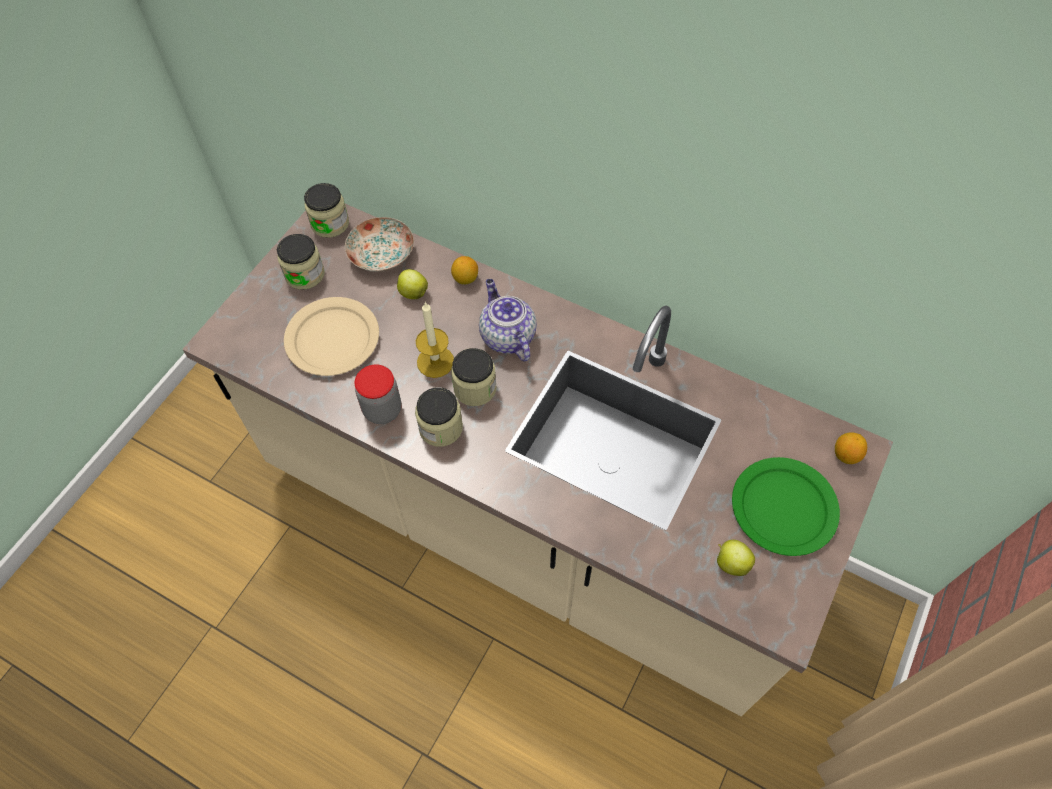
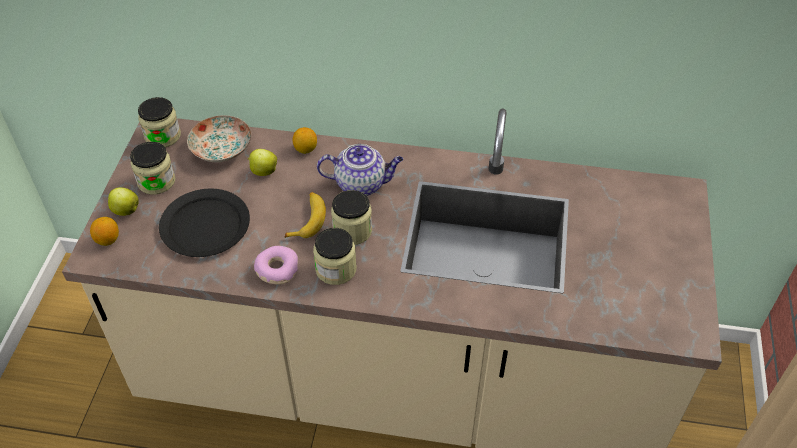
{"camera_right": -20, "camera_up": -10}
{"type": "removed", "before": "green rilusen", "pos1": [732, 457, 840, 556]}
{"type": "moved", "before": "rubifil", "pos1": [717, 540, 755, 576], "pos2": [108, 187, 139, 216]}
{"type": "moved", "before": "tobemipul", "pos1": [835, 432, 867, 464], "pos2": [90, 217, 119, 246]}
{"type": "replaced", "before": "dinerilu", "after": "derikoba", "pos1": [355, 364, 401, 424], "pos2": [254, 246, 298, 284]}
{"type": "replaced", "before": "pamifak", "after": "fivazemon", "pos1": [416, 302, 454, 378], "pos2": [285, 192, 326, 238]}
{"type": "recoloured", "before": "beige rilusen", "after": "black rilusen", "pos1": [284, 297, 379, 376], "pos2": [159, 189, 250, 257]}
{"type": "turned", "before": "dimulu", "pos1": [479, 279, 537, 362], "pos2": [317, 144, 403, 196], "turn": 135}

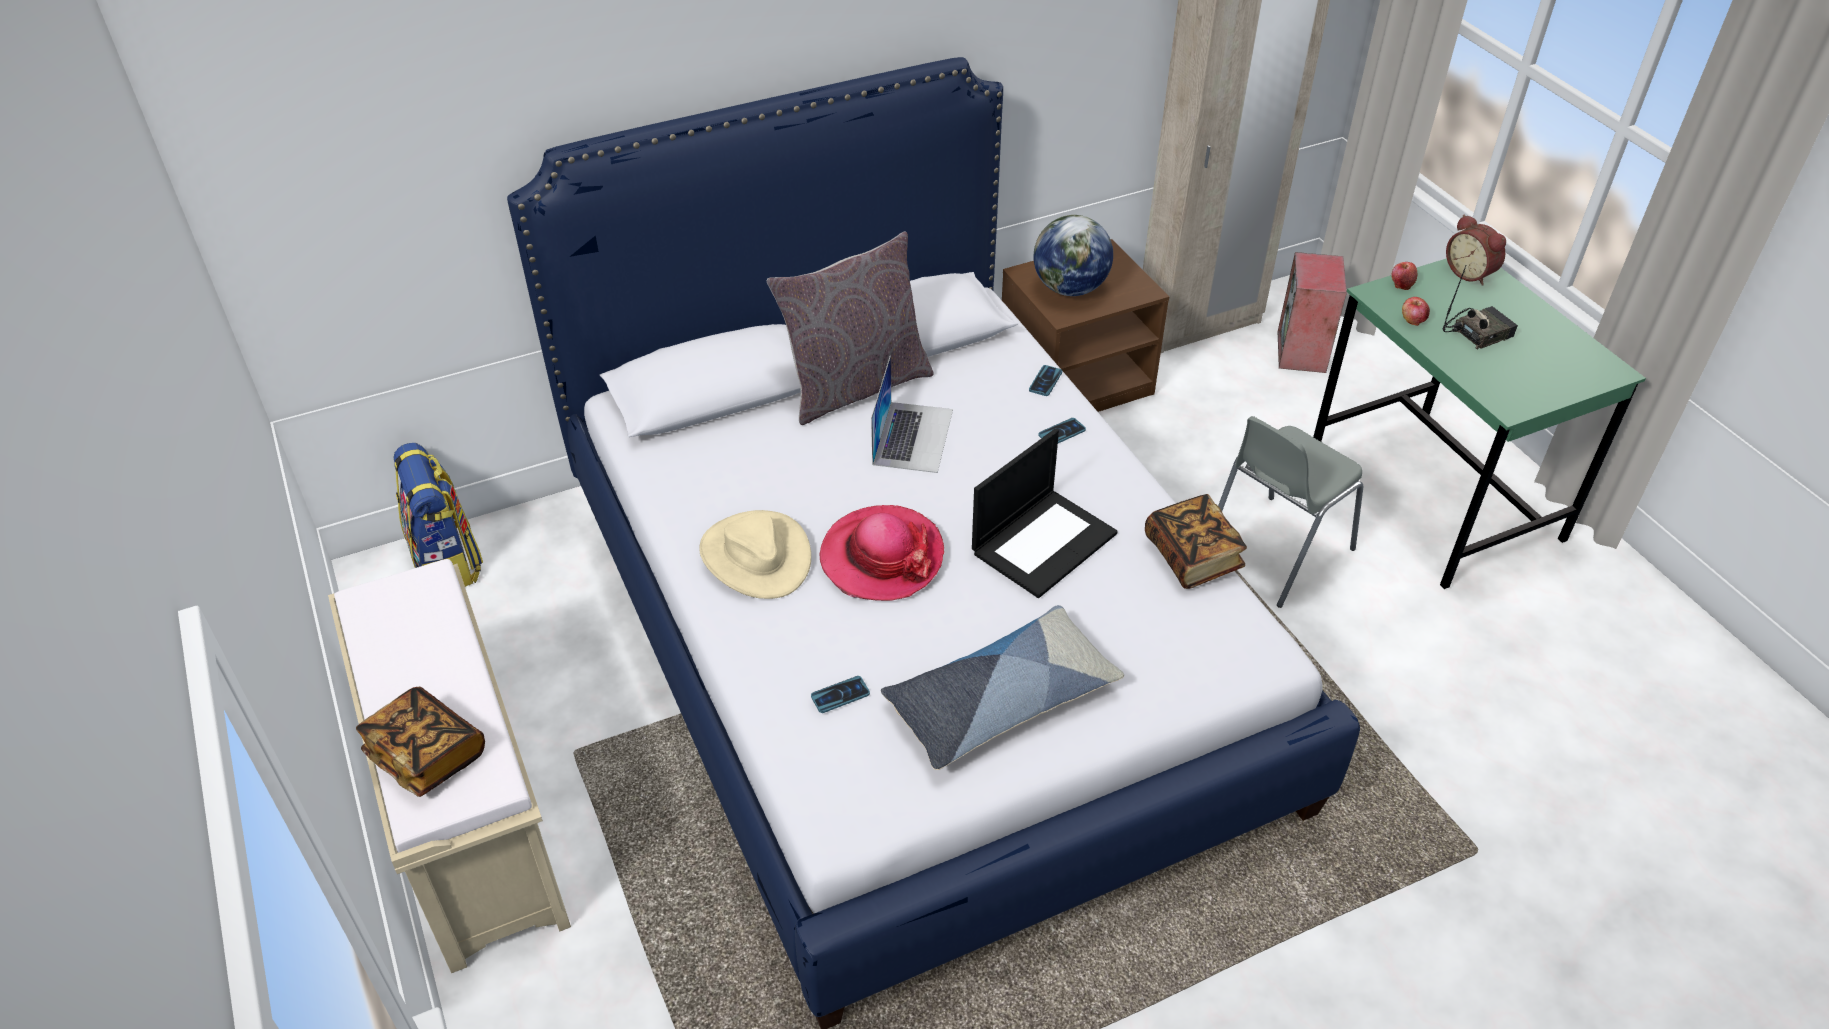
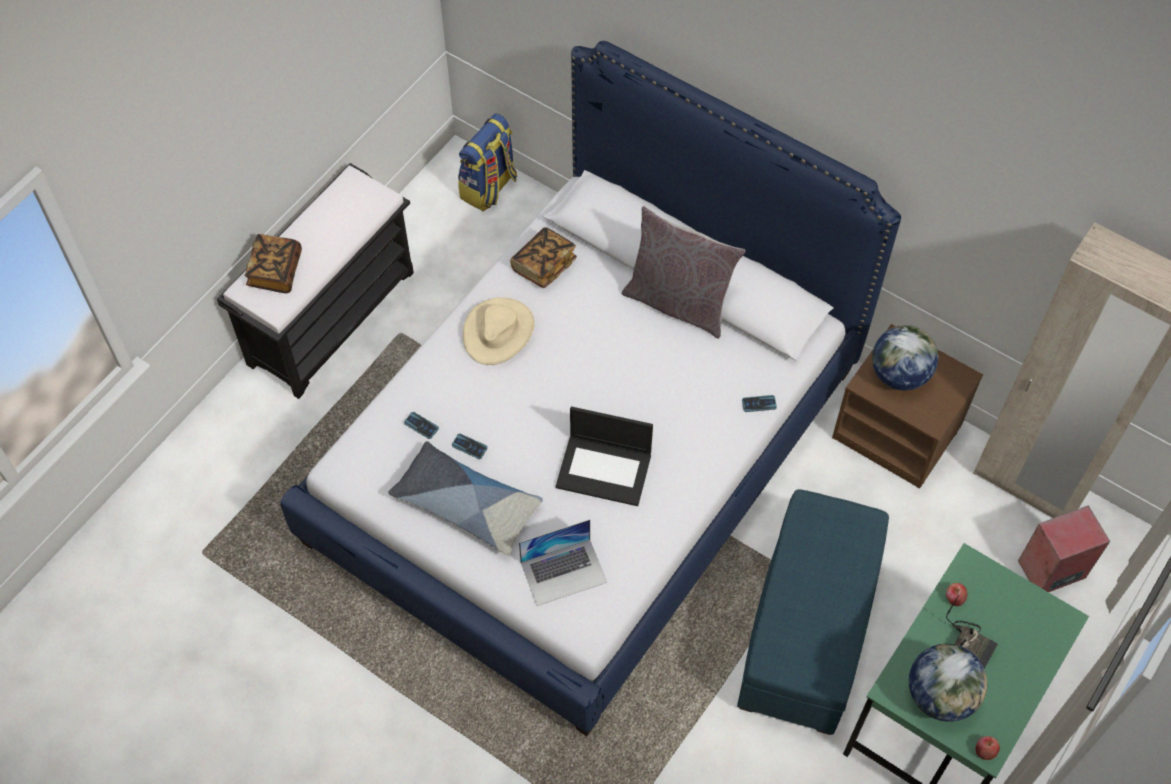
{"camera_right": 60, "camera_up": 15}
{"type": "removed", "before": "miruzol", "pos1": [820, 505, 944, 601]}
{"type": "removed", "before": "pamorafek", "pos1": [1446, 215, 1506, 286]}
{"type": "added", "after": "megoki", "pos2": [909, 644, 987, 722]}
{"type": "moved", "before": "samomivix", "pos1": [871, 356, 953, 473], "pos2": [519, 519, 607, 606]}
{"type": "moved", "before": "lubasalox", "pos1": [1038, 418, 1086, 443], "pos2": [452, 434, 488, 459]}
{"type": "moved", "before": "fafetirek", "pos1": [1145, 494, 1247, 589], "pos2": [510, 227, 577, 288]}
{"type": "moved", "before": "rubifil", "pos1": [1391, 262, 1417, 290], "pos2": [975, 736, 1000, 760]}
{"type": "replaced", "before": "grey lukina", "after": "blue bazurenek", "pos1": [1218, 416, 1363, 608], "pos2": [737, 489, 889, 735]}
{"type": "recoloured", "before": "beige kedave", "after": "black kedave", "pos1": [328, 559, 571, 973], "pos2": [217, 163, 414, 399]}

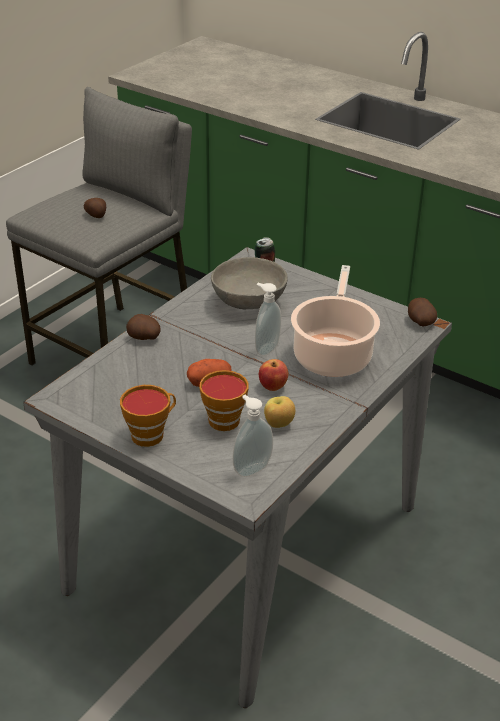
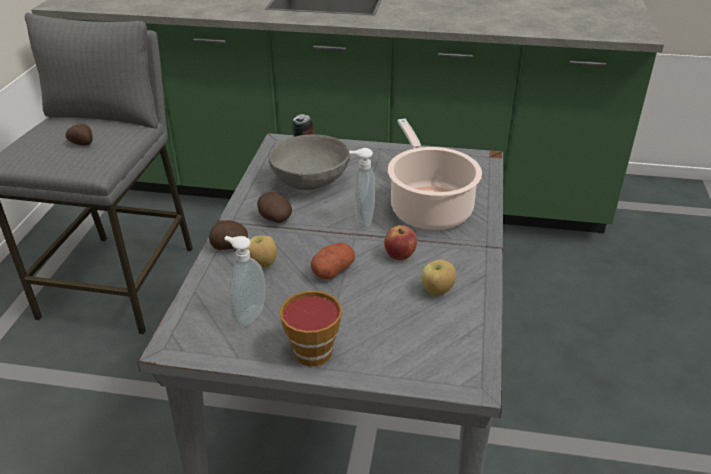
{"camera_right": -25, "camera_up": 0}
{"type": "removed", "before": "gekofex", "pos1": [199, 370, 249, 431]}
{"type": "added", "after": "rubifil", "pos2": [247, 236, 277, 268]}
{"type": "moved", "before": "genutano", "pos1": [233, 395, 273, 477], "pos2": [224, 236, 265, 327]}
{"type": "moved", "before": "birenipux", "pos1": [408, 298, 437, 326], "pos2": [257, 192, 292, 223]}

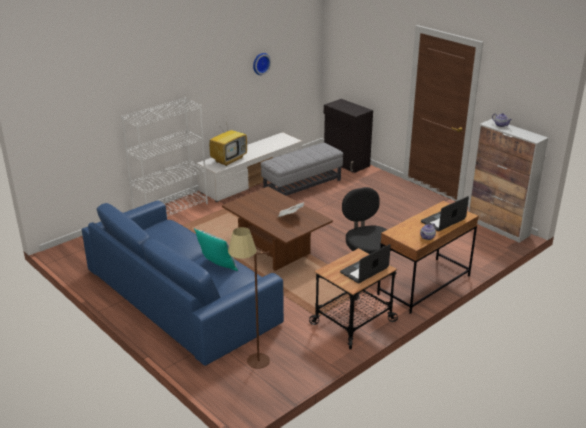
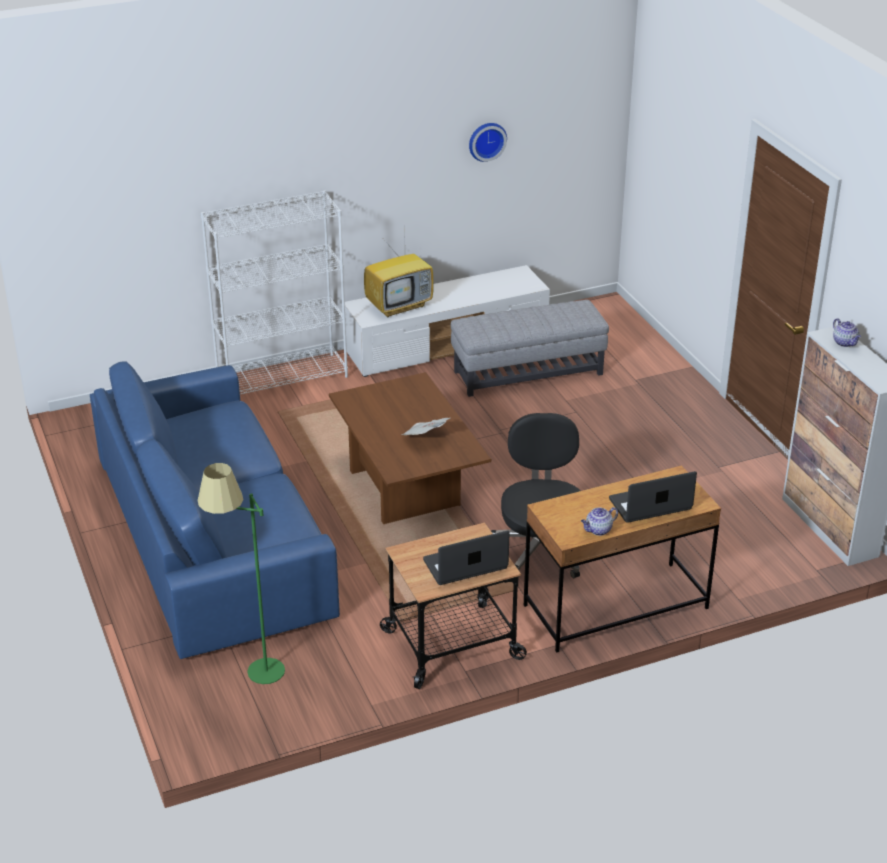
{"camera_right": 20, "camera_up": 5}
{"type": "removed", "before": "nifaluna", "pos1": [194, 228, 238, 271]}
{"type": "removed", "before": "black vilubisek", "pos1": [324, 99, 373, 173]}
{"type": "recoloured", "before": "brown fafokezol", "after": "green fafokezol", "pos1": [228, 227, 270, 369], "pos2": [197, 463, 285, 684]}

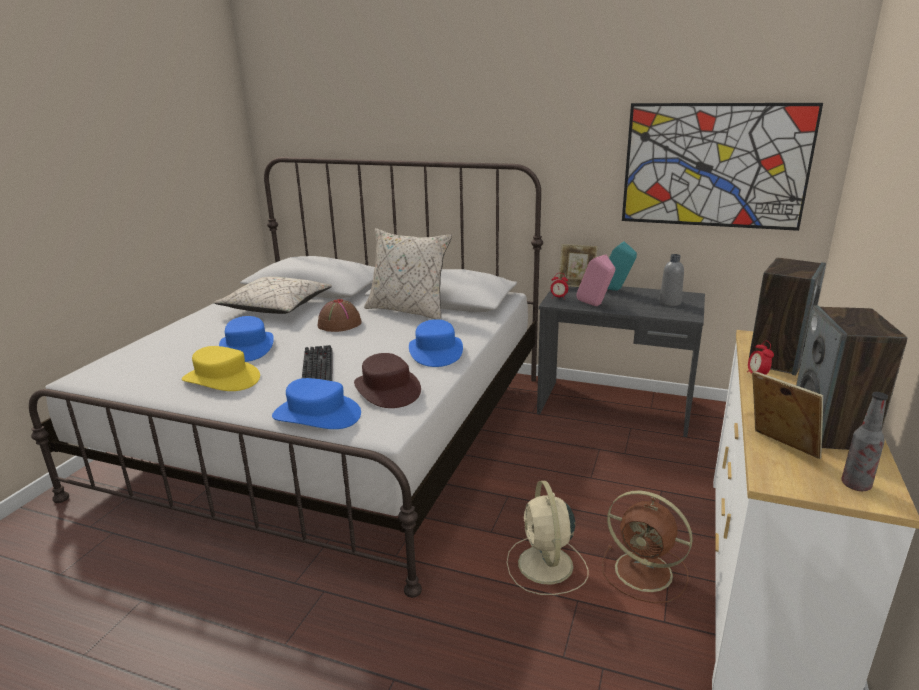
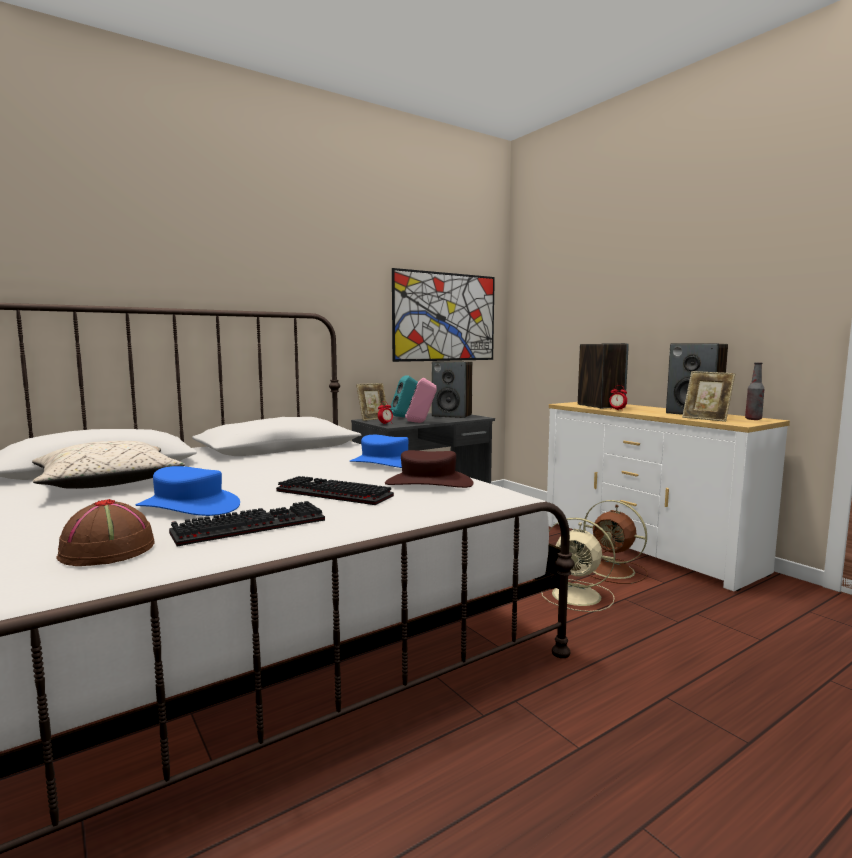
{"camera_right": -55, "camera_up": -15}
{"type": "removed", "before": "blue miruzol", "pos1": [272, 378, 361, 429]}
{"type": "removed", "before": "beige nifaluna", "pos1": [364, 228, 452, 320]}
{"type": "moved", "before": "brown miruzol", "pos1": [318, 299, 362, 332], "pos2": [56, 499, 154, 566]}
{"type": "replaced", "before": "yellow miruzol", "after": "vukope", "pos1": [182, 346, 260, 391], "pos2": [169, 501, 325, 547]}
{"type": "replaced", "before": "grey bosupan", "after": "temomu", "pos1": [659, 254, 684, 306], "pos2": [432, 361, 472, 418]}
{"type": "turned", "before": "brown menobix", "pos1": [602, 491, 693, 603], "pos2": [583, 500, 647, 584], "turn": 60}
{"type": "turned", "before": "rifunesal", "pos1": [752, 371, 823, 459], "pos2": [682, 371, 735, 422], "turn": -135}

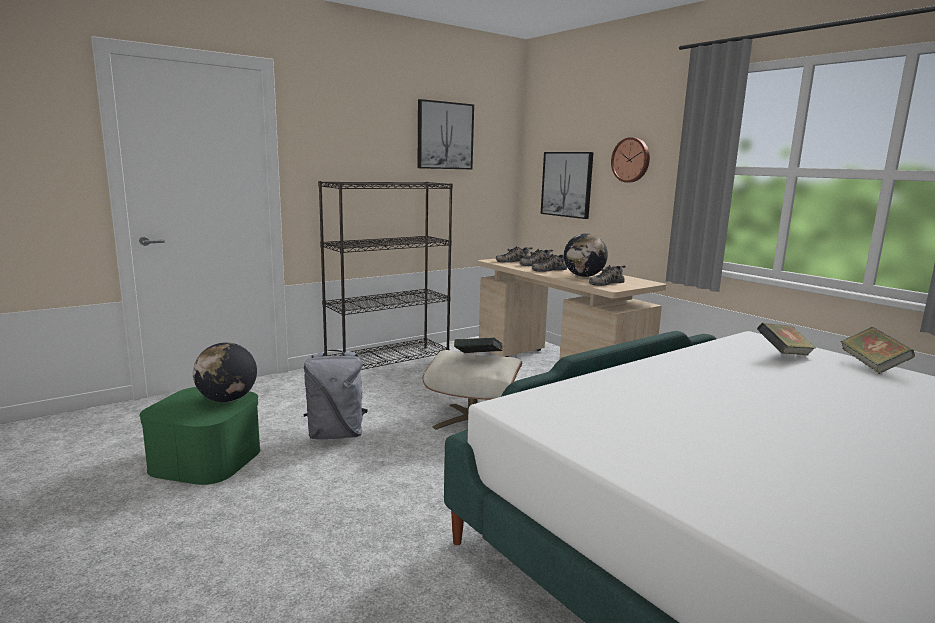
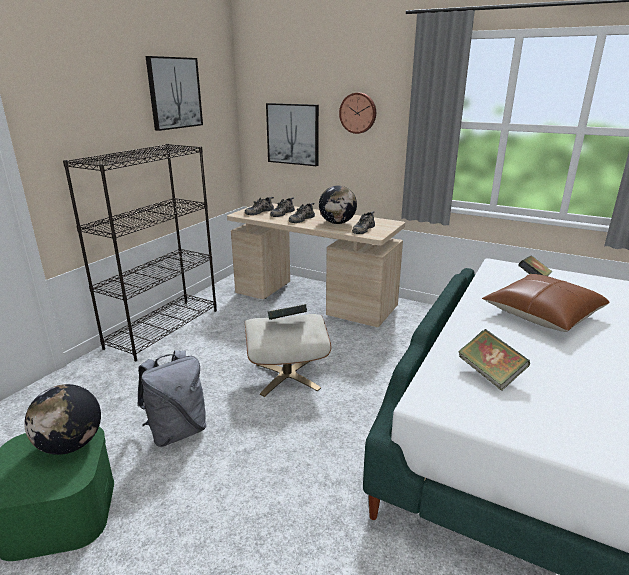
{"camera_right": -25, "camera_up": 10}
{"type": "added", "after": "brown nifaluna", "pos2": [482, 274, 610, 332]}
{"type": "moved", "before": "fafetirek", "pos1": [841, 327, 915, 374], "pos2": [458, 329, 530, 391]}

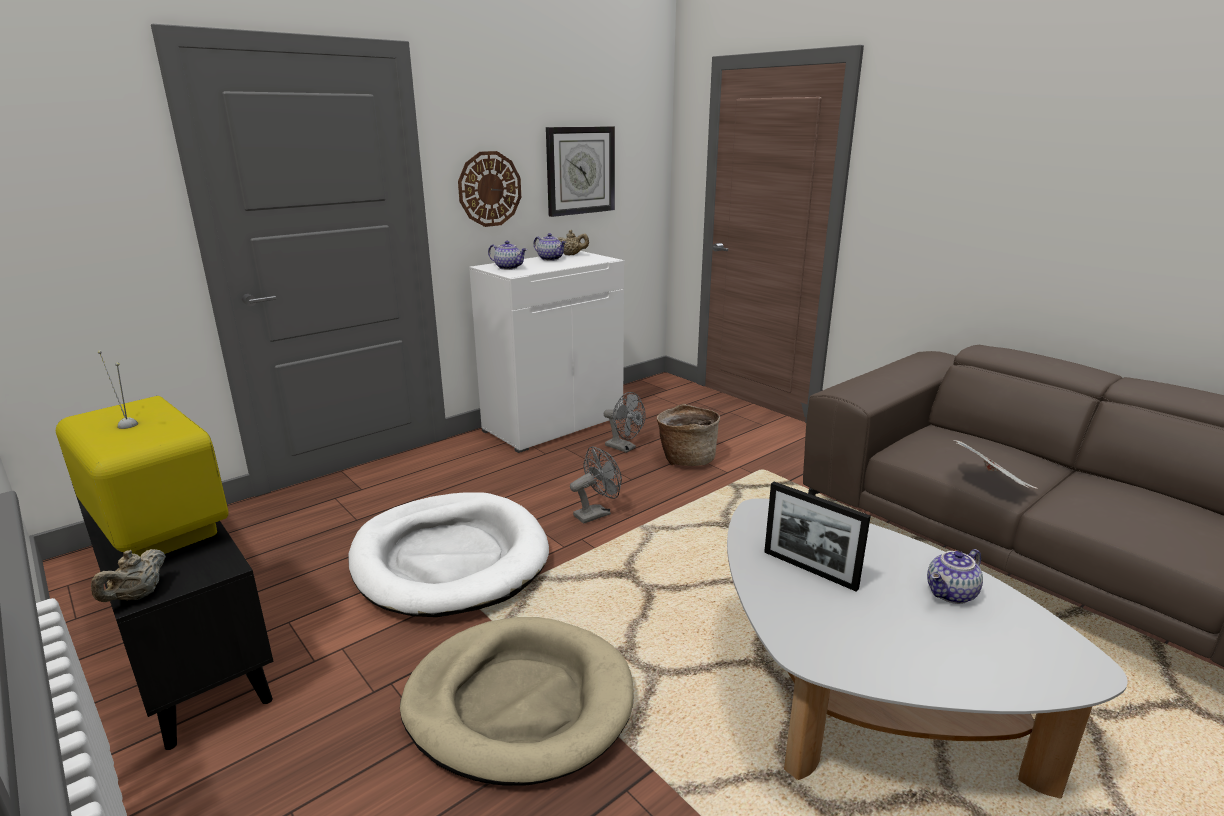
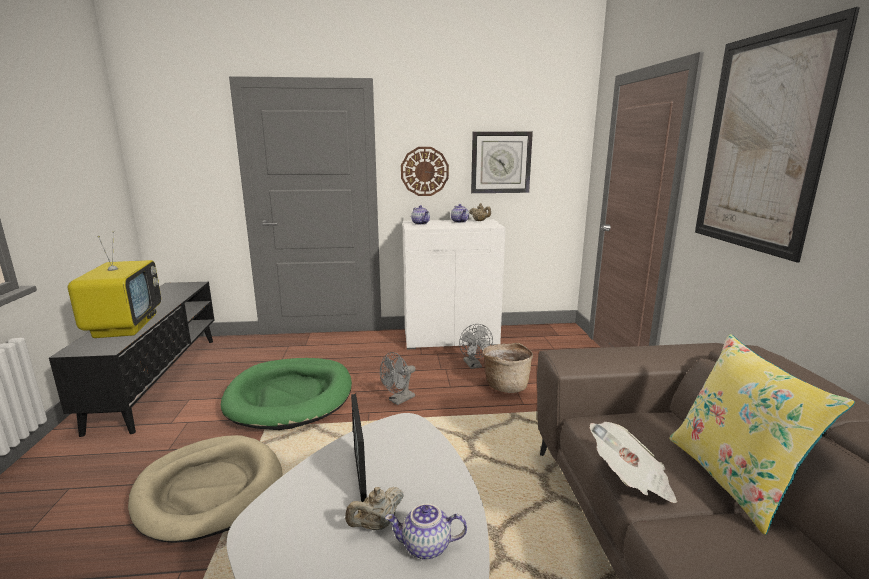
{"camera_right": 35, "camera_up": -5}
{"type": "added", "after": "yellow nifaluna", "pos2": [669, 334, 855, 535]}
{"type": "added", "after": "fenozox", "pos2": [695, 7, 860, 262]}
{"type": "moved", "before": "beige dimulu", "pos1": [91, 549, 166, 602], "pos2": [345, 487, 404, 530]}
{"type": "recoloured", "before": "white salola", "after": "green salola", "pos1": [349, 492, 549, 617], "pos2": [221, 358, 352, 430]}
{"type": "turned", "before": "grey menobix", "pos1": [570, 446, 622, 524], "pos2": [380, 352, 416, 405], "turn": 135}

